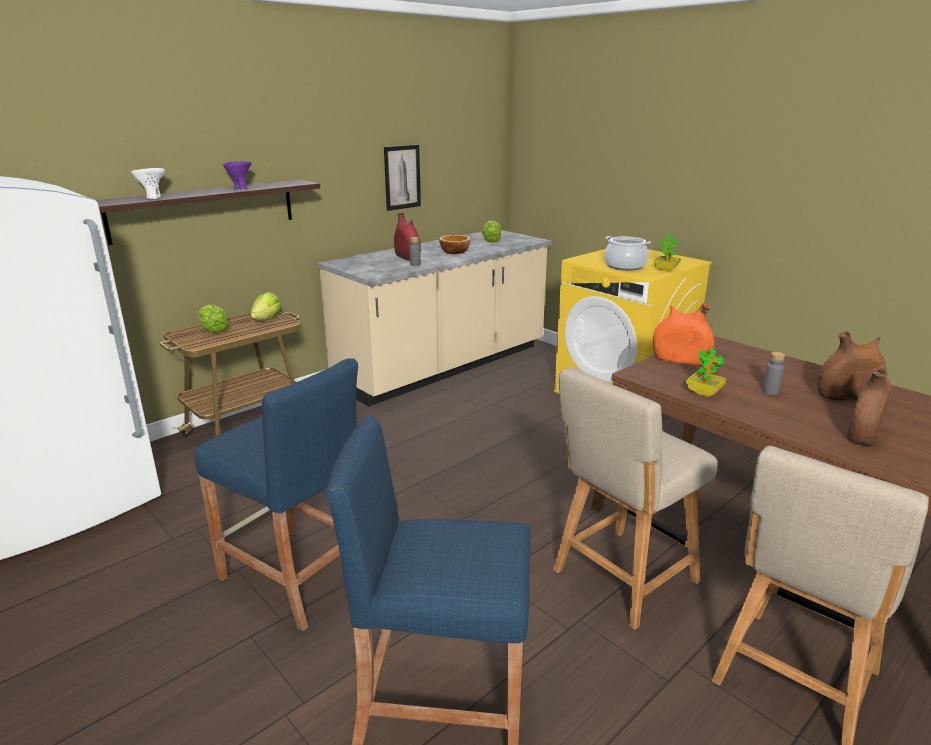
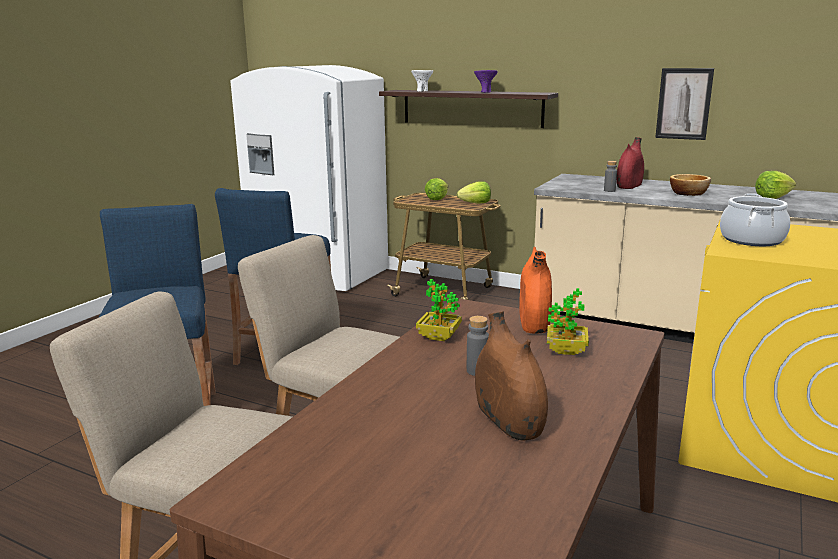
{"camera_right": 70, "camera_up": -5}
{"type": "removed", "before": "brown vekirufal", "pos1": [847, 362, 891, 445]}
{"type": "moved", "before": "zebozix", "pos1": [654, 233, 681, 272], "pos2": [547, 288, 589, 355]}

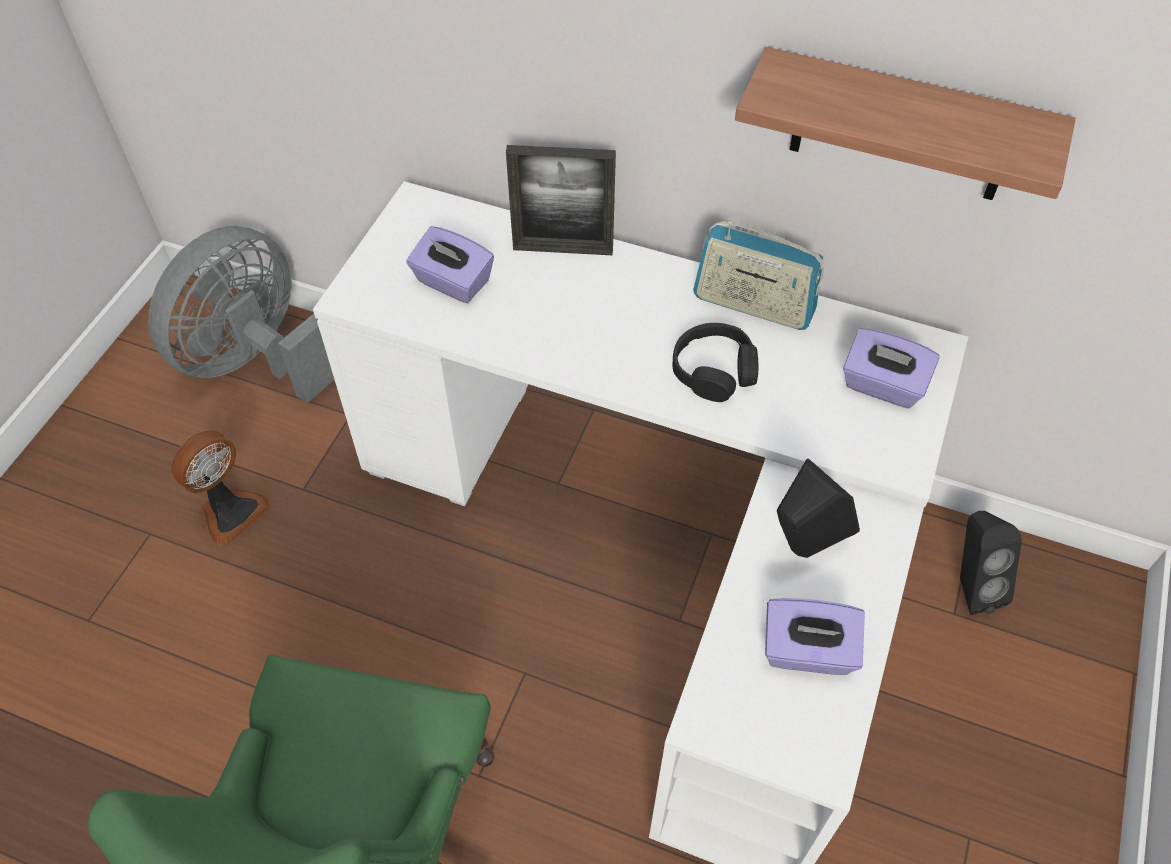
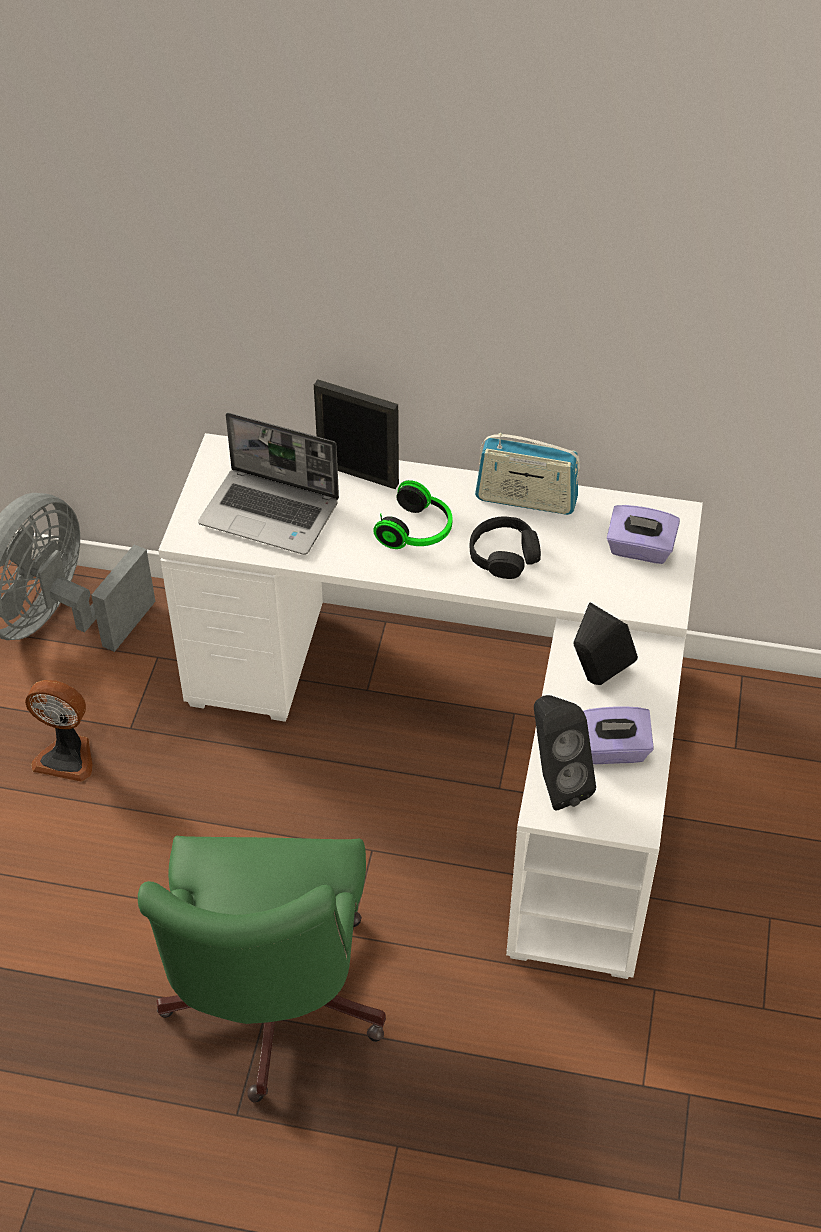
{"camera_right": -10, "camera_up": -5}
{"type": "removed", "before": "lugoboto", "pos1": [735, 47, 1076, 200]}
{"type": "added", "after": "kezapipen", "pos2": [373, 480, 452, 549]}
{"type": "moved", "before": "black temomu", "pos1": [960, 511, 1022, 615], "pos2": [534, 695, 596, 811]}
{"type": "replaced", "before": "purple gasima", "after": "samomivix", "pos1": [406, 226, 494, 303], "pos2": [198, 412, 339, 555]}
{"type": "turned", "before": "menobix", "pos1": [172, 431, 270, 545], "pos2": [25, 680, 93, 782], "turn": 75}
{"type": "turned", "before": "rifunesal", "pos1": [506, 145, 616, 255], "pos2": [314, 379, 399, 489], "turn": -150}

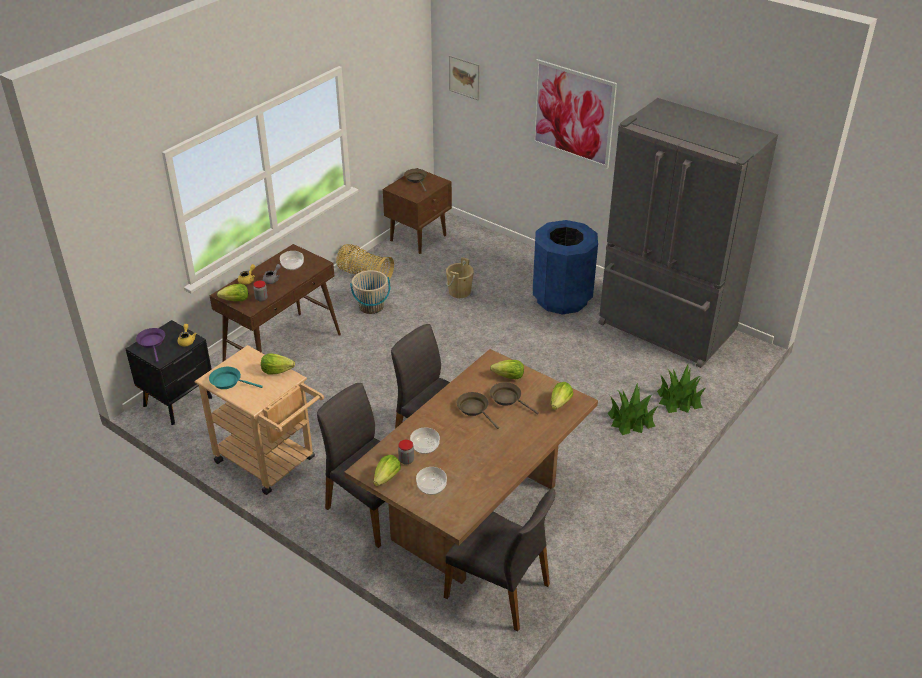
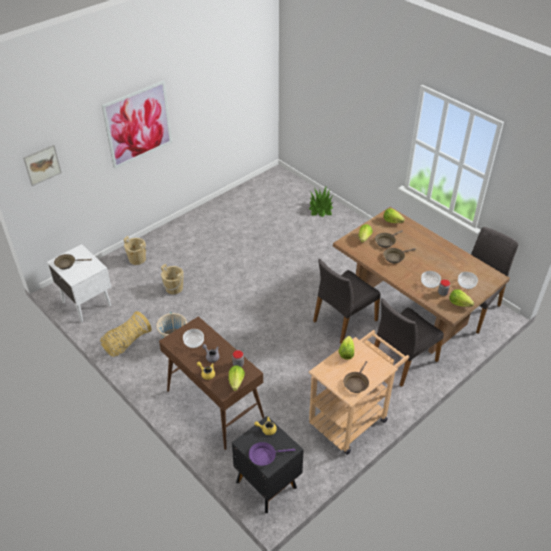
{"camera_right": -80, "camera_up": 5}
{"type": "removed", "before": "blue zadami", "pos1": [533, 220, 598, 315]}
{"type": "removed", "before": "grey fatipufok", "pos1": [598, 98, 778, 368]}
{"type": "removed", "before": "zebozix", "pos1": [607, 382, 658, 435]}
{"type": "added", "after": "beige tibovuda", "pos2": [123, 236, 147, 265]}
{"type": "recoloured", "before": "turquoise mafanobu", "after": "brown mafanobu", "pos1": [209, 367, 263, 389], "pos2": [343, 361, 369, 393]}
{"type": "recoloured", "before": "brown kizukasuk", "after": "white kizukasuk", "pos1": [383, 168, 452, 254], "pos2": [47, 244, 112, 322]}

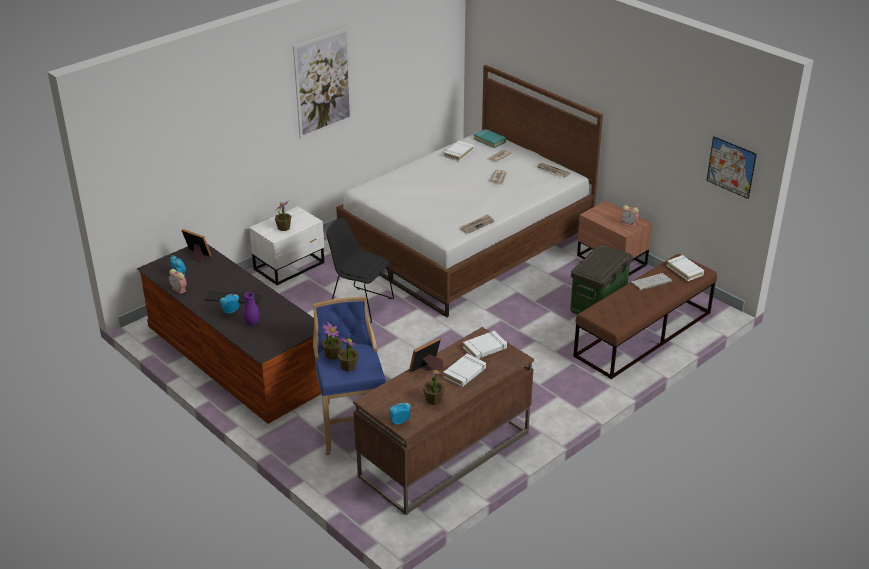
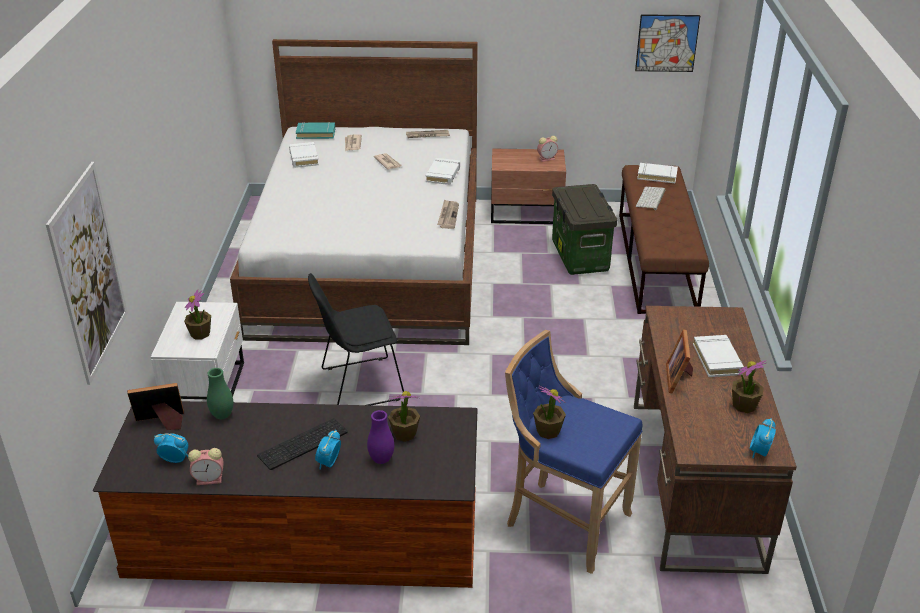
{"camera_right": -45, "camera_up": 0}
{"type": "added", "after": "green vekirufal", "pos2": [207, 368, 233, 419]}
{"type": "moved", "before": "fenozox", "pos1": [293, 28, 352, 139], "pos2": [46, 162, 128, 385]}
{"type": "moved", "before": "zebozix", "pos1": [337, 337, 359, 372], "pos2": [388, 391, 420, 442]}
{"type": "moved", "before": "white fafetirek", "pos1": [463, 331, 507, 359], "pos2": [426, 158, 460, 185]}

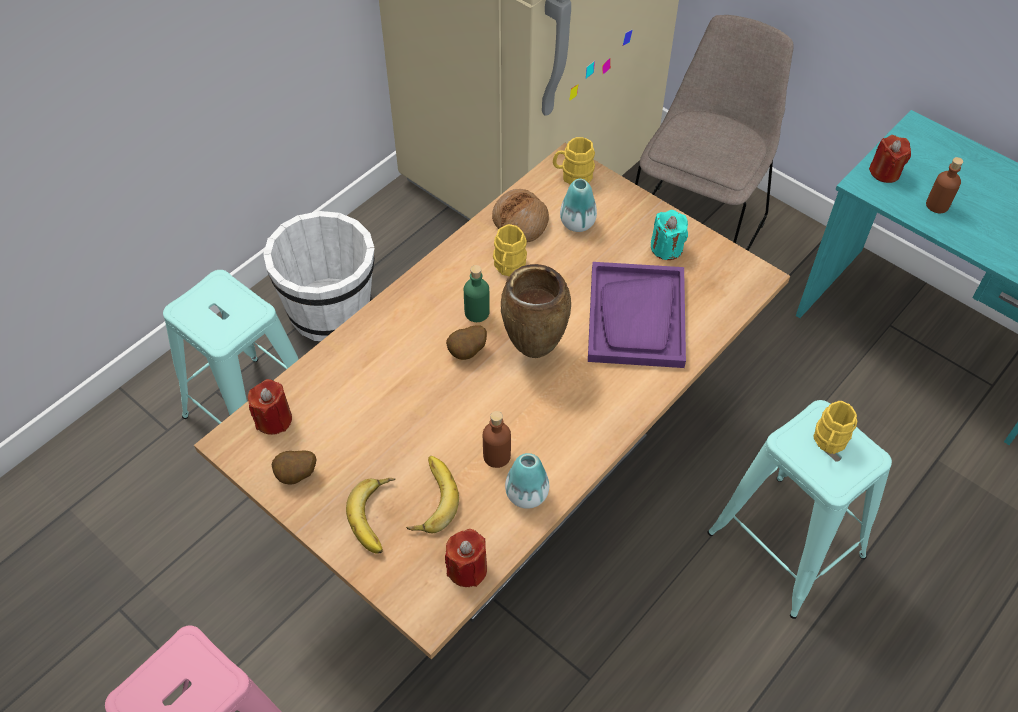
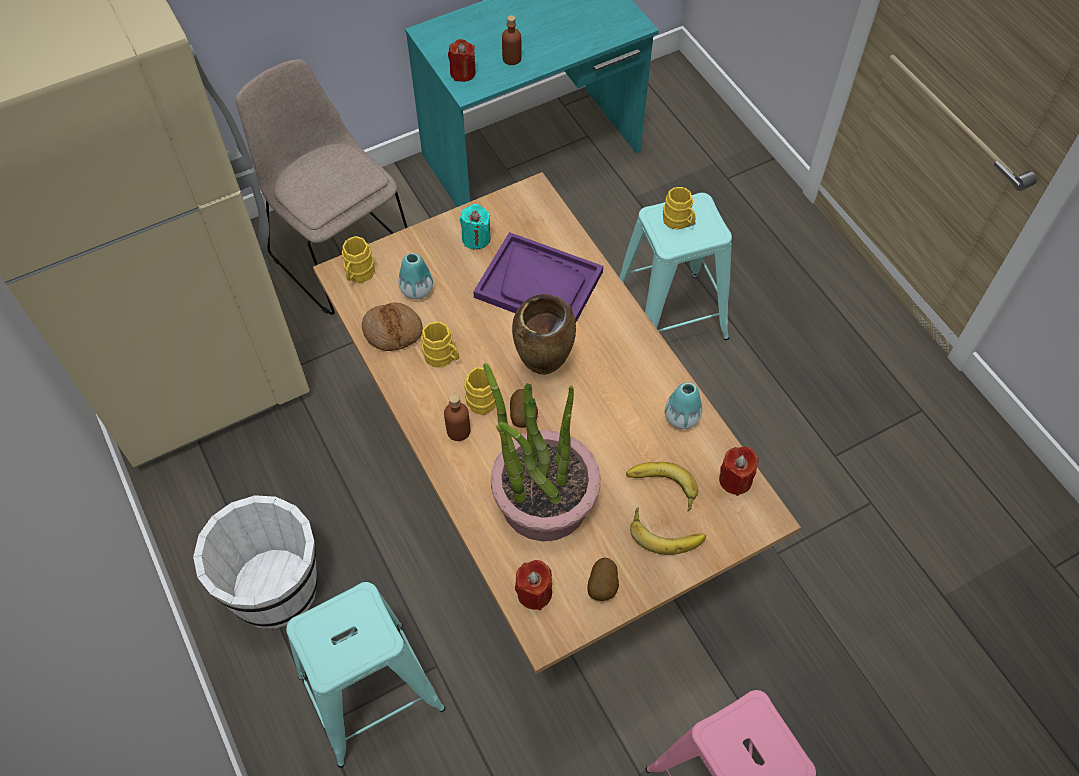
{"camera_right": -70, "camera_up": 5}
{"type": "added", "after": "zebozix", "pos2": [483, 363, 601, 542]}
{"type": "moved", "before": "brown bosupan", "pos1": [483, 411, 511, 468], "pos2": [444, 394, 471, 441]}
{"type": "replaced", "before": "green bosupan", "after": "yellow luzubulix", "pos1": [464, 265, 490, 322], "pos2": [464, 367, 496, 415]}

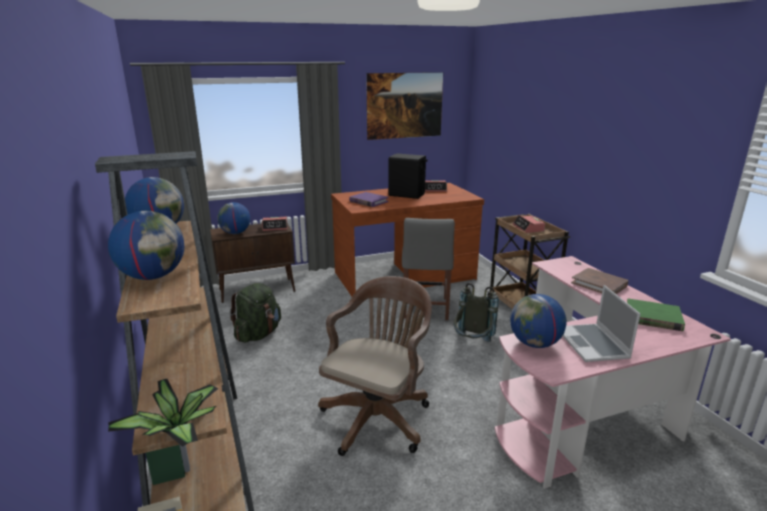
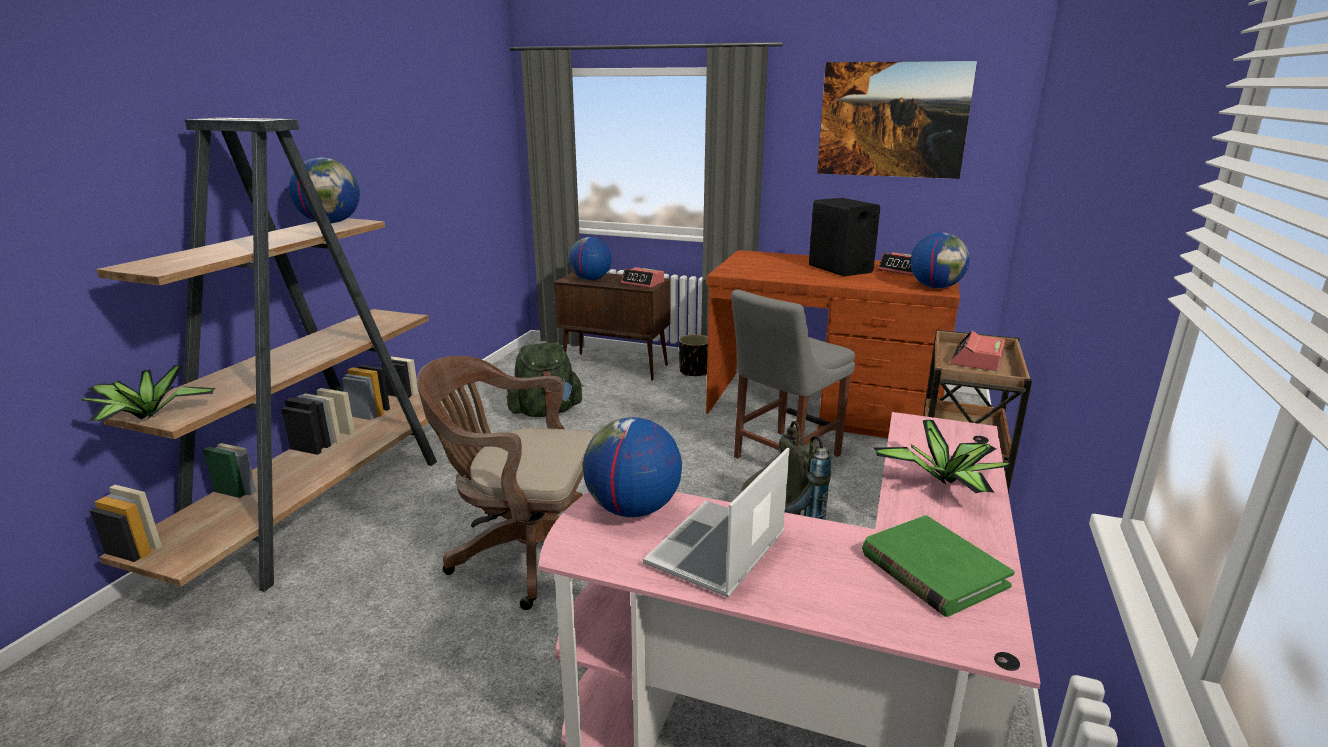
{"camera_right": 40, "camera_up": 0}
{"type": "removed", "before": "purple fafetirek", "pos1": [349, 192, 389, 207]}
{"type": "added", "after": "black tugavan", "pos2": [679, 334, 708, 376]}
{"type": "moved", "before": "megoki", "pos1": [108, 211, 184, 280], "pos2": [911, 233, 970, 289]}
{"type": "replaced", "before": "brown fafetirek", "after": "zebozix", "pos1": [571, 268, 628, 294], "pos2": [874, 420, 1011, 493]}
{"type": "turned", "before": "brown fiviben", "pos1": [318, 276, 432, 456], "pos2": [417, 356, 594, 610], "turn": -150}

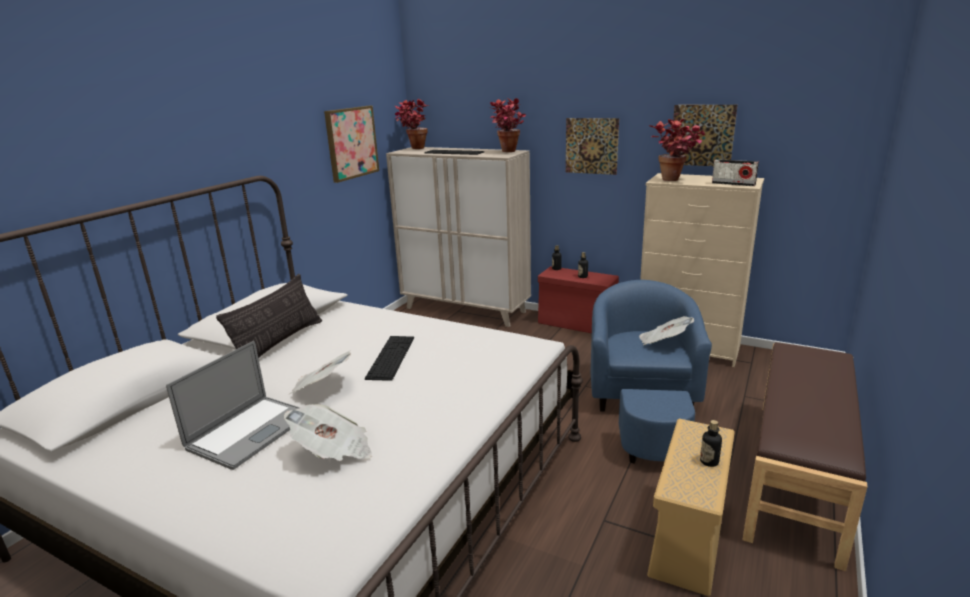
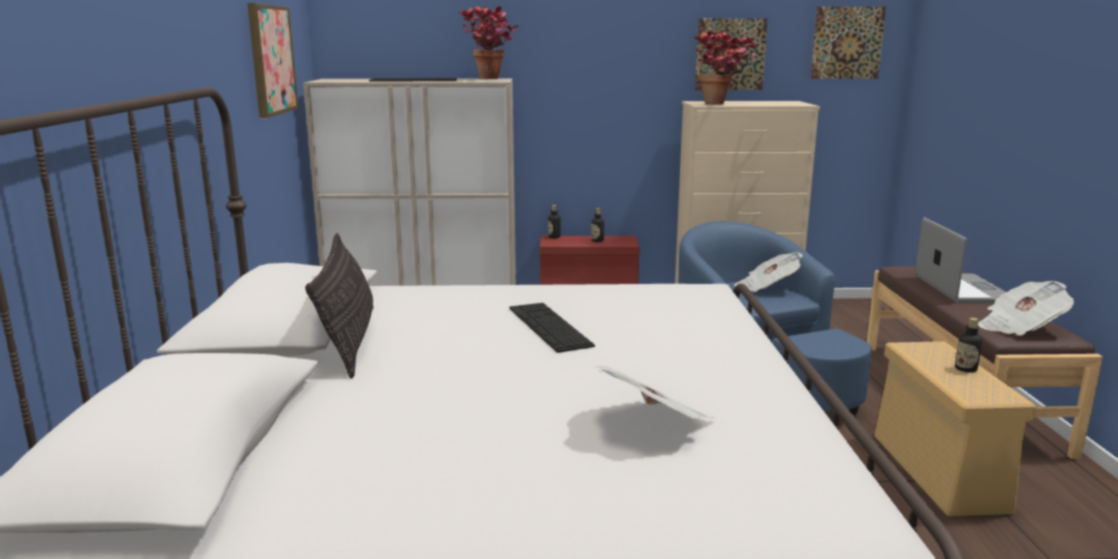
{"camera_right": -30, "camera_up": -5}
{"type": "removed", "before": "zebozix", "pos1": [395, 99, 430, 149]}
{"type": "removed", "before": "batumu", "pos1": [712, 159, 759, 186]}
{"type": "moved", "before": "samomivix", "pos1": [166, 341, 300, 470], "pos2": [915, 217, 1006, 303]}
{"type": "moved", "before": "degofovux", "pos1": [290, 350, 351, 394], "pos2": [978, 281, 1074, 336]}
{"type": "moved", "before": "fenozox", "pos1": [566, 118, 619, 175], "pos2": [810, 7, 886, 79]}

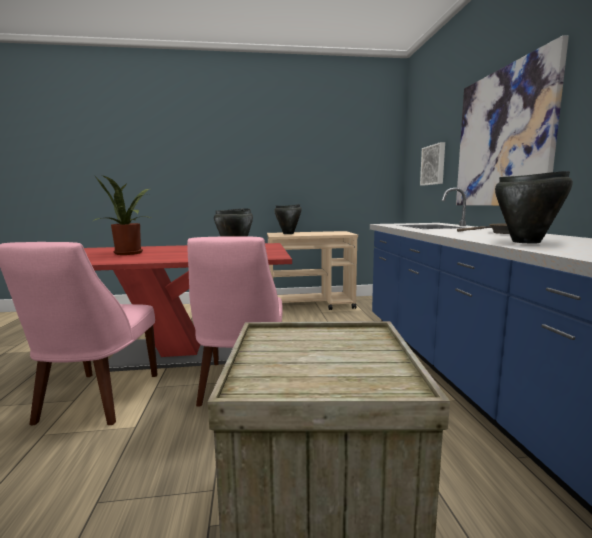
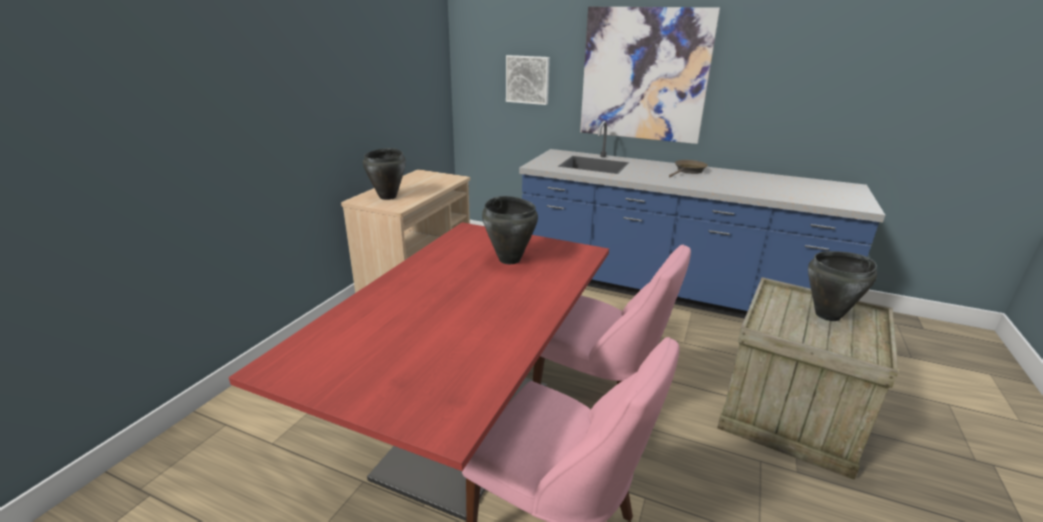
{"camera_right": -60, "camera_up": 15}
{"type": "removed", "before": "zebozix", "pos1": [93, 175, 153, 255]}
{"type": "moved", "before": "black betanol", "pos1": [495, 171, 573, 243], "pos2": [808, 251, 877, 321]}

